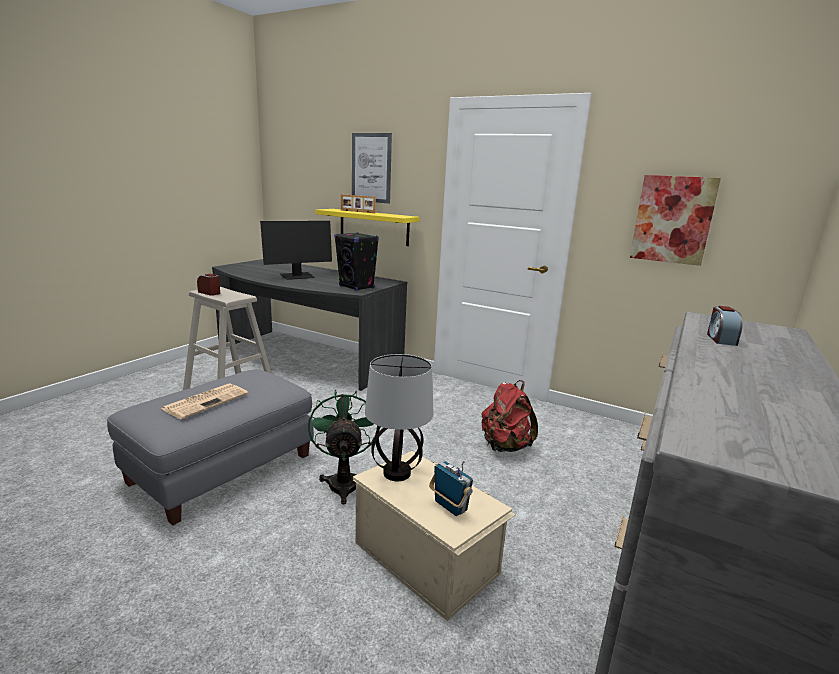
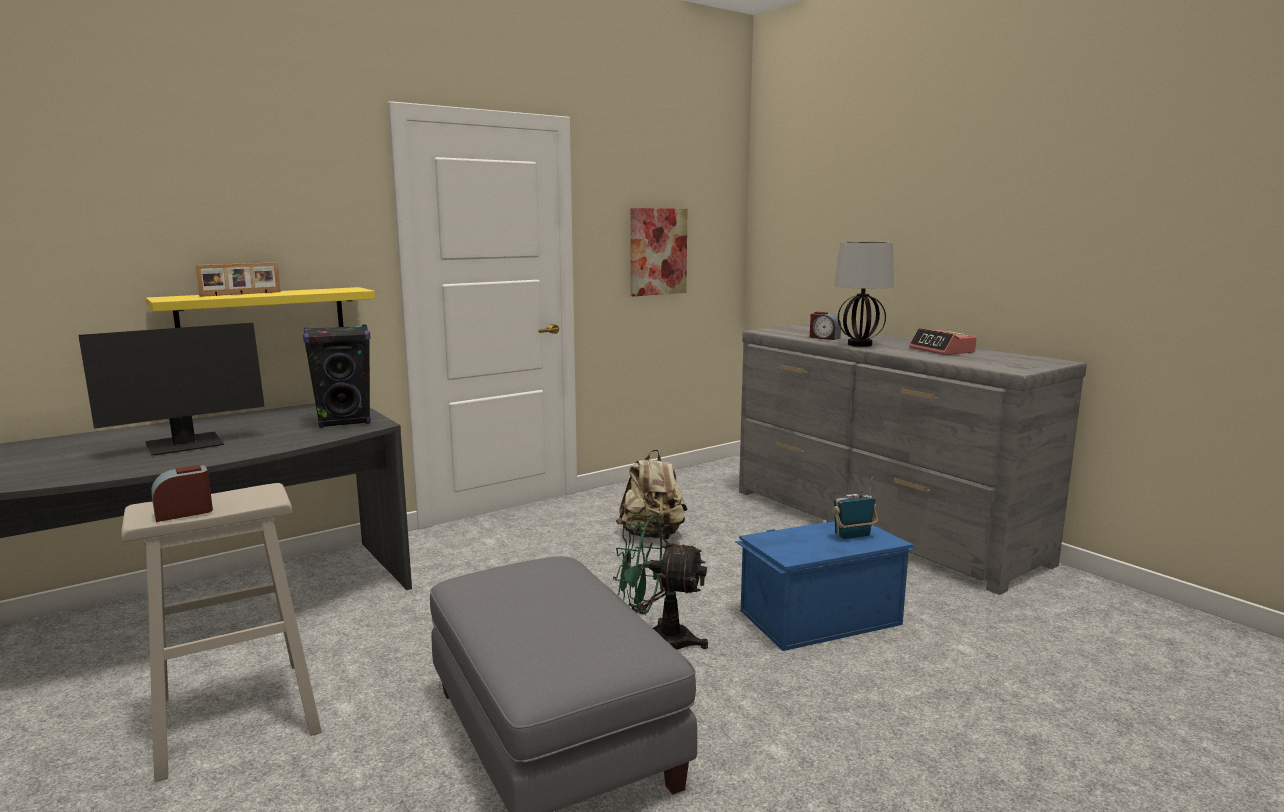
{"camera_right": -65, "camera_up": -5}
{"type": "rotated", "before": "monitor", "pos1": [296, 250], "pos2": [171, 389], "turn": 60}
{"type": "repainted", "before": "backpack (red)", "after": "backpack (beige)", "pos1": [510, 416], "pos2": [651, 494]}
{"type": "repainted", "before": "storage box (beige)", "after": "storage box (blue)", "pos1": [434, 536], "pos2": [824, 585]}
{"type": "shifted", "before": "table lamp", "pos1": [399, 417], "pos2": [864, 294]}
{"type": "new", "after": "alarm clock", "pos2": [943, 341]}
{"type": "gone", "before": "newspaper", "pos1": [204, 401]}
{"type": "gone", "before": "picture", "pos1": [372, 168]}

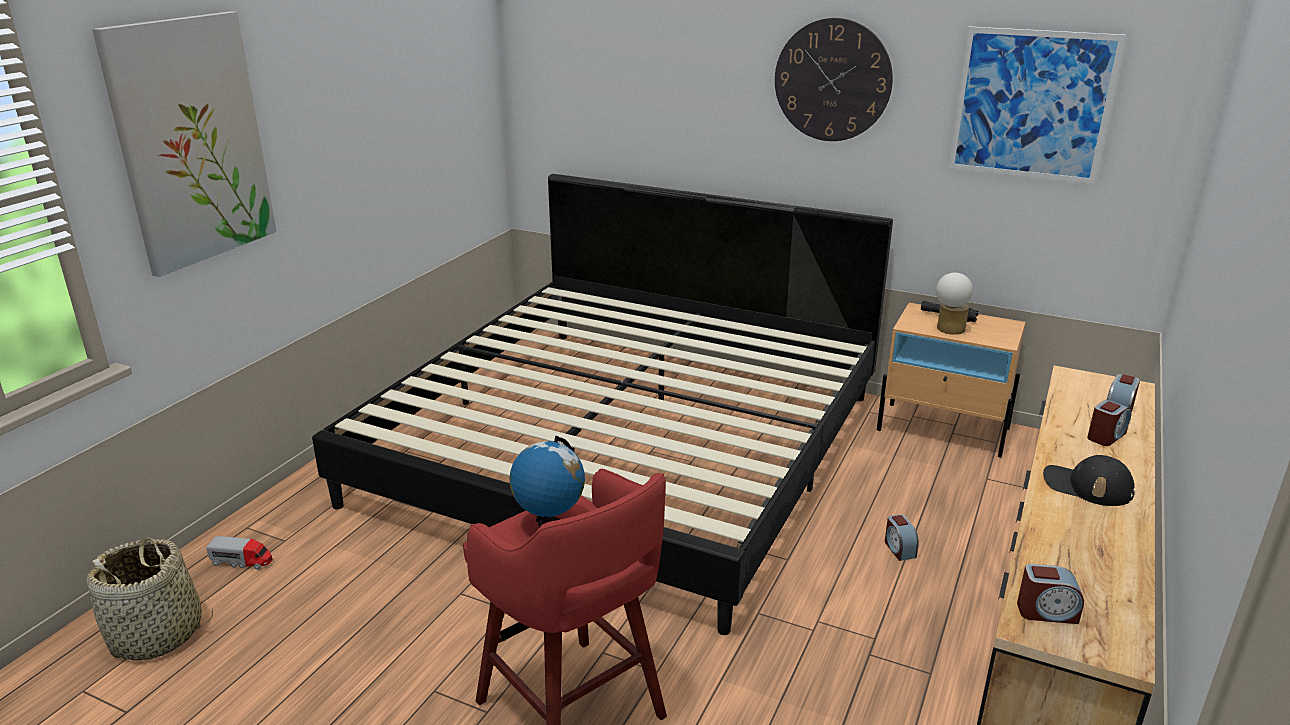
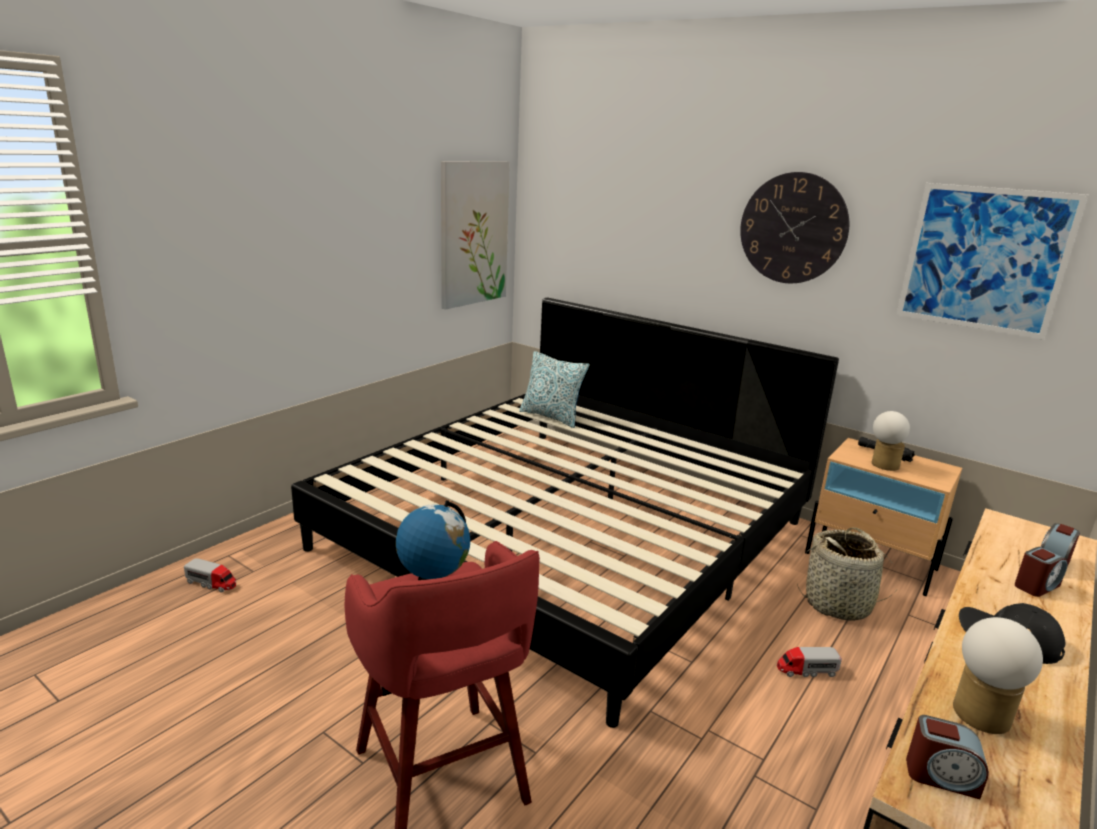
{"camera_right": 10, "camera_up": -5}
{"type": "shifted", "before": "picture", "pos1": [184, 144], "pos2": [475, 235]}
{"type": "new", "after": "pillow", "pos2": [554, 389]}
{"type": "swapped", "before": "alarm clock", "after": "toy truck", "pos1": [902, 537], "pos2": [809, 662]}
{"type": "shifted", "before": "basket", "pos1": [150, 599], "pos2": [846, 574]}
{"type": "new", "after": "table lamp", "pos2": [998, 675]}

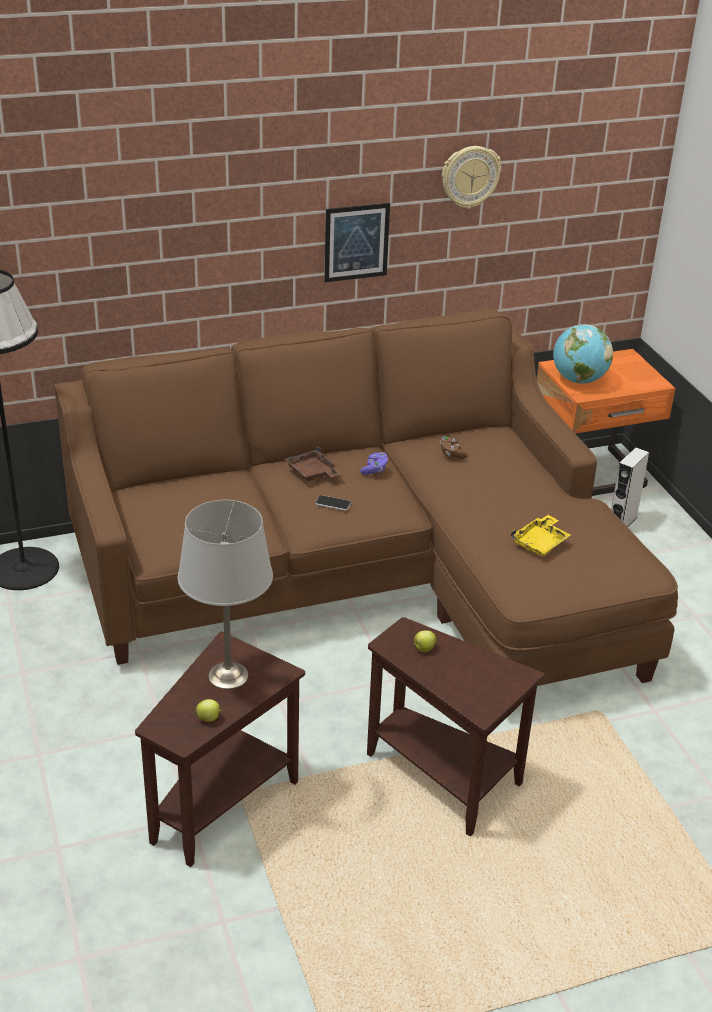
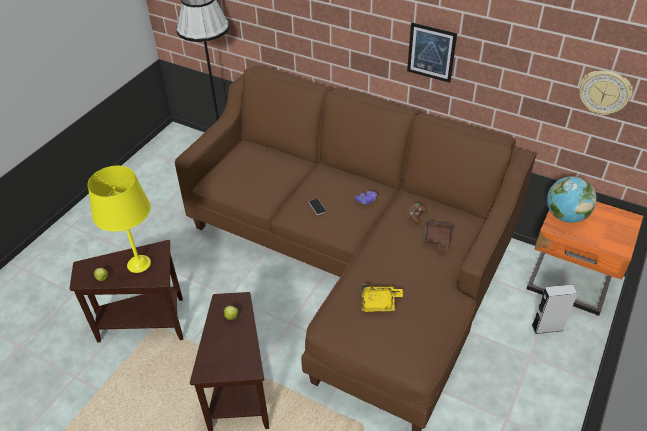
{"camera_right": 50, "camera_up": 10}
{"type": "repainted", "before": "table lamp (grey)", "after": "table lamp (yellow)", "pos1": [225, 594], "pos2": [119, 219]}
{"type": "shifted", "before": "tray (brown)", "pos1": [313, 463], "pos2": [438, 235]}
{"type": "shifted", "before": "wall clock", "pos1": [471, 177], "pos2": [606, 92]}

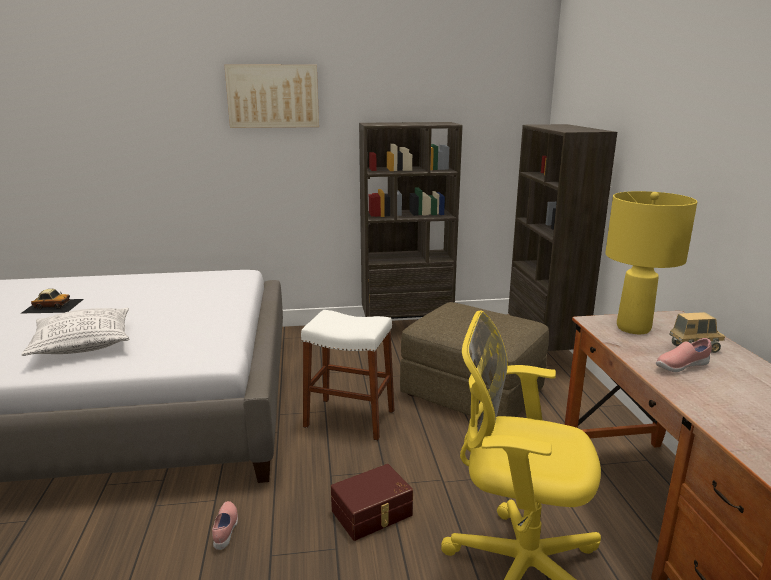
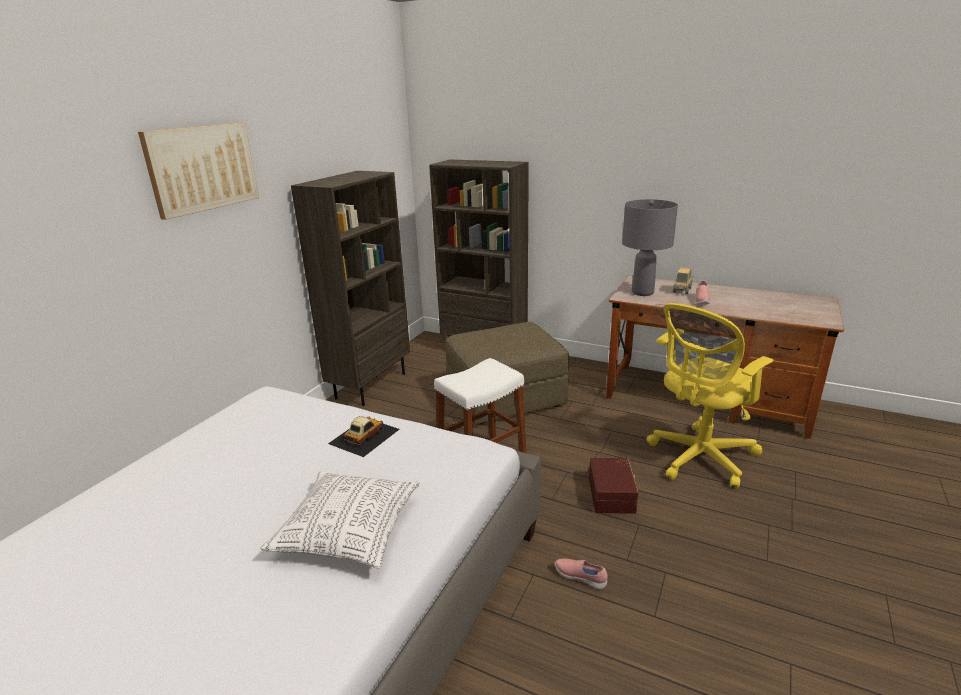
{"camera_right": -55, "camera_up": 5}
{"type": "shifted", "before": "toy car", "pos1": [52, 301], "pos2": [364, 436]}
{"type": "repainted", "before": "table lamp (yellow)", "after": "table lamp (grey)", "pos1": [651, 262], "pos2": [650, 247]}

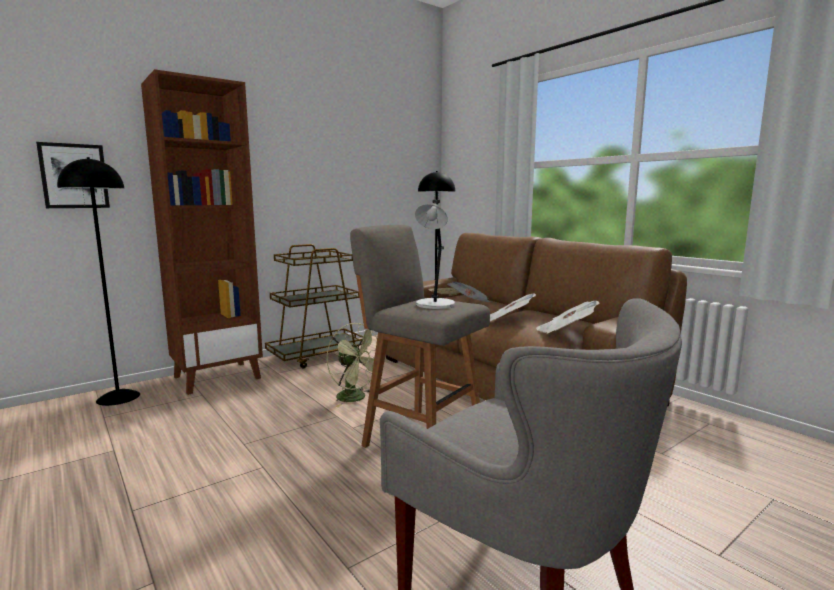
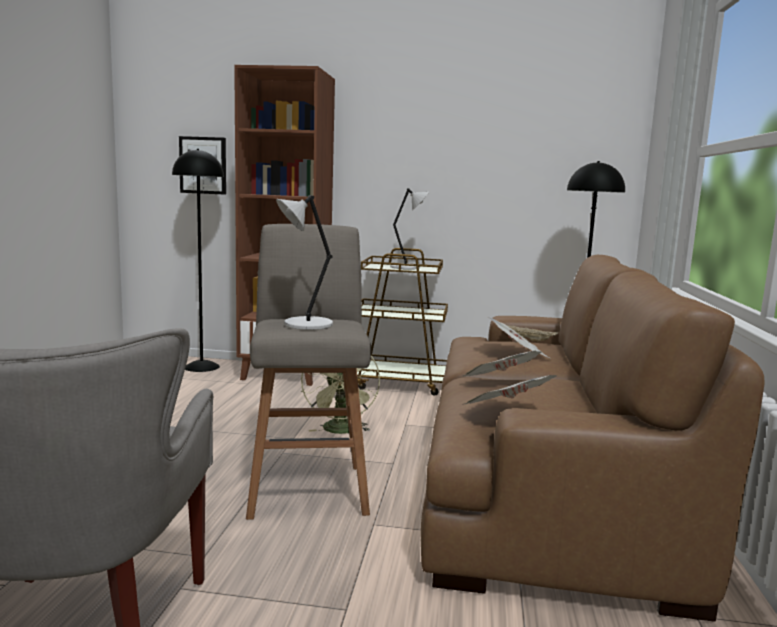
{"camera_right": 45, "camera_up": 0}
{"type": "new", "after": "table lamp (grey)", "pos2": [409, 229]}

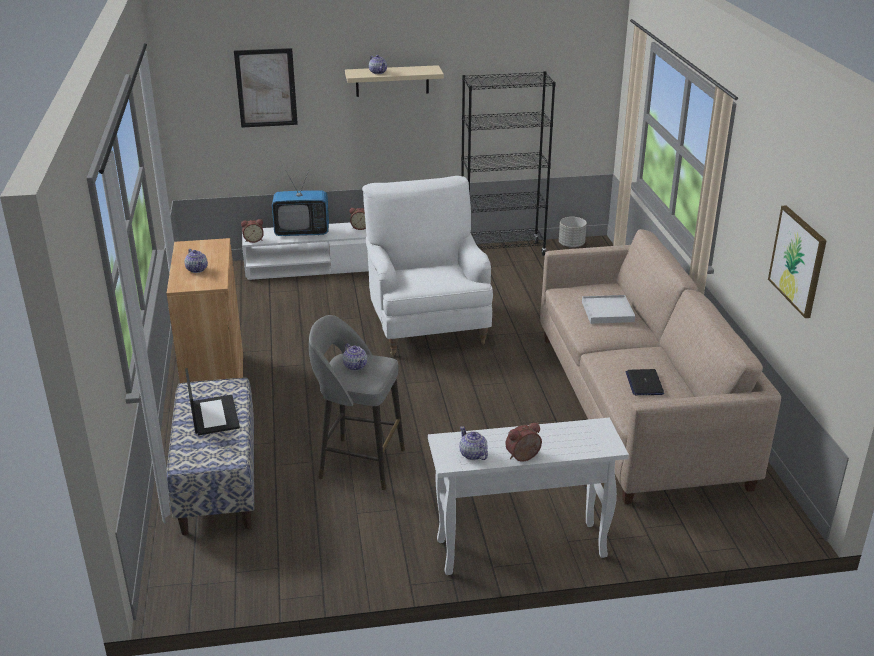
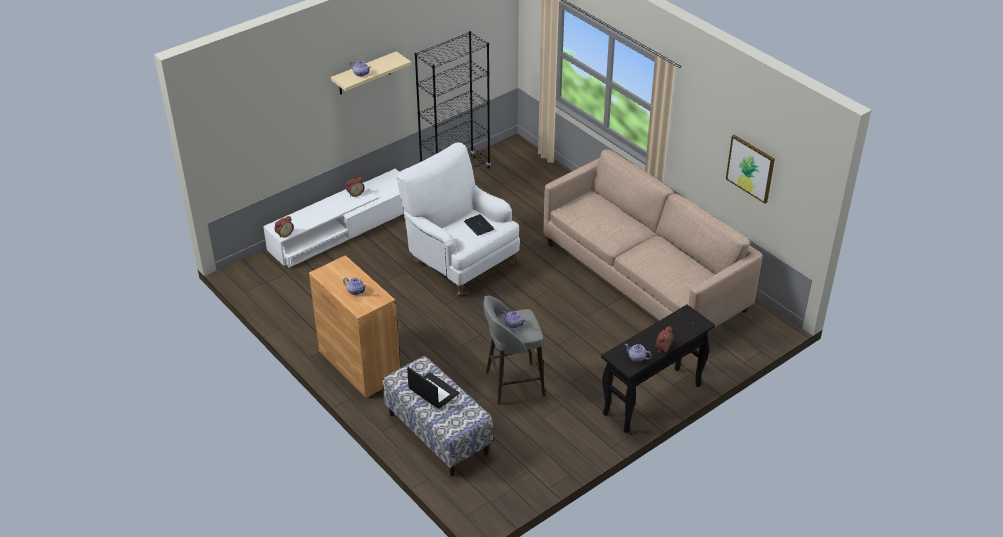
{"camera_right": -30, "camera_up": 10}
{"type": "shifted", "before": "laptop", "pos1": [645, 382], "pos2": [479, 225]}
{"type": "repainted", "before": "console table (white)", "after": "console table (black)", "pos1": [528, 496], "pos2": [658, 369]}
{"type": "gone", "before": "picture", "pos1": [266, 88]}
{"type": "gone", "before": "television", "pos1": [300, 203]}
{"type": "gone", "before": "planter (grey)", "pos1": [573, 232]}
{"type": "gone", "before": "tray (white)", "pos1": [608, 309]}

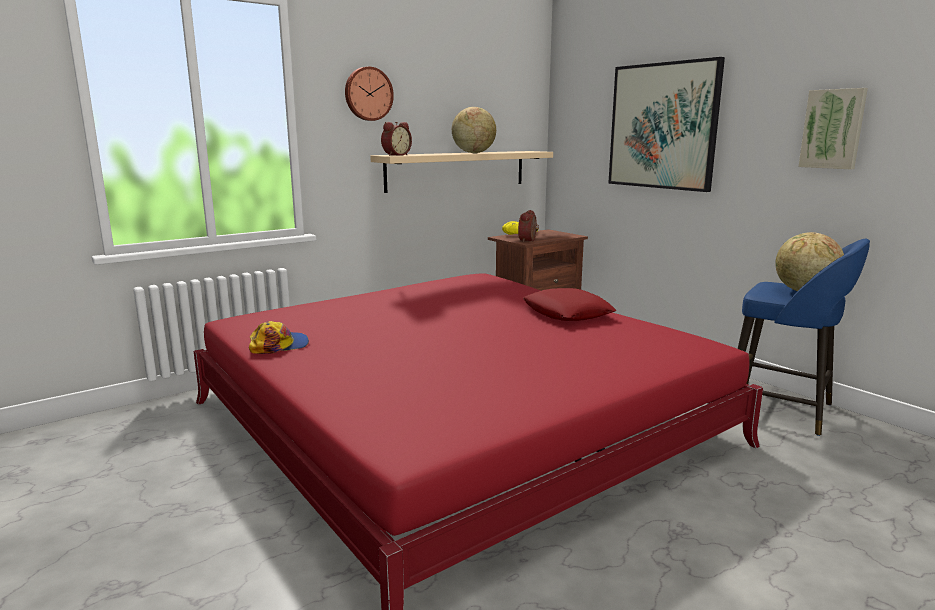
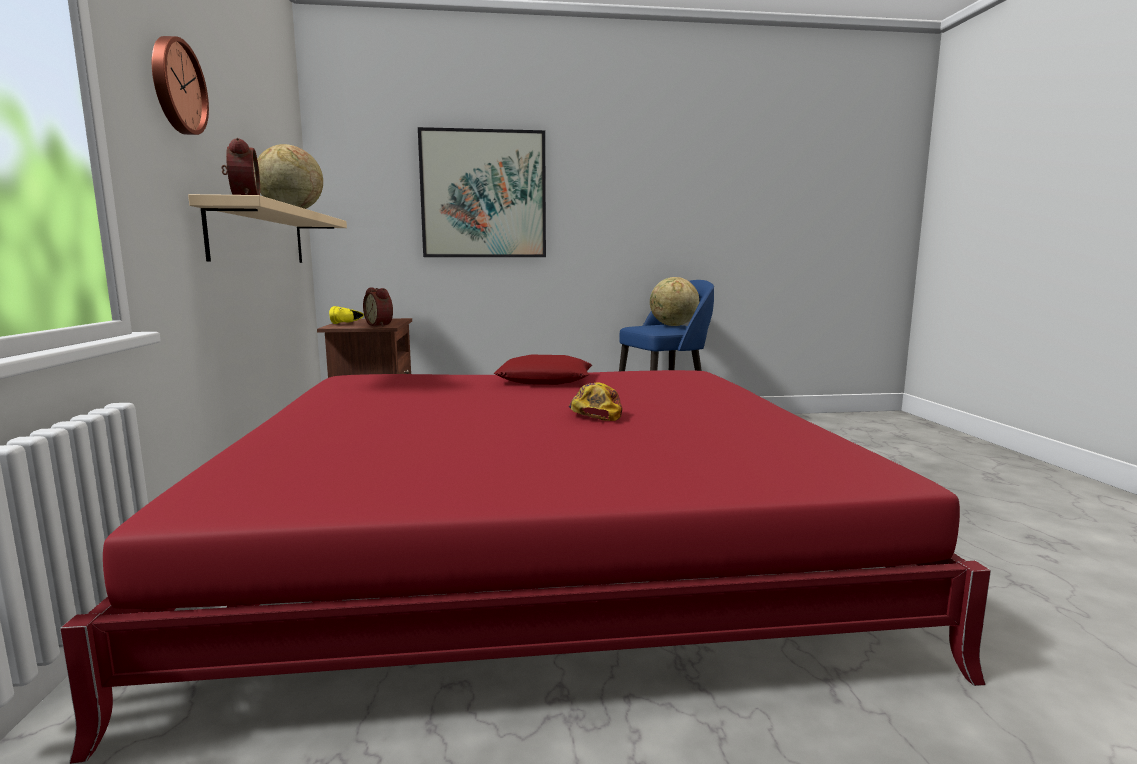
{"camera_right": -60, "camera_up": -5}
{"type": "shifted", "before": "cap", "pos1": [279, 337], "pos2": [595, 401]}
{"type": "gone", "before": "picture", "pos1": [833, 128]}

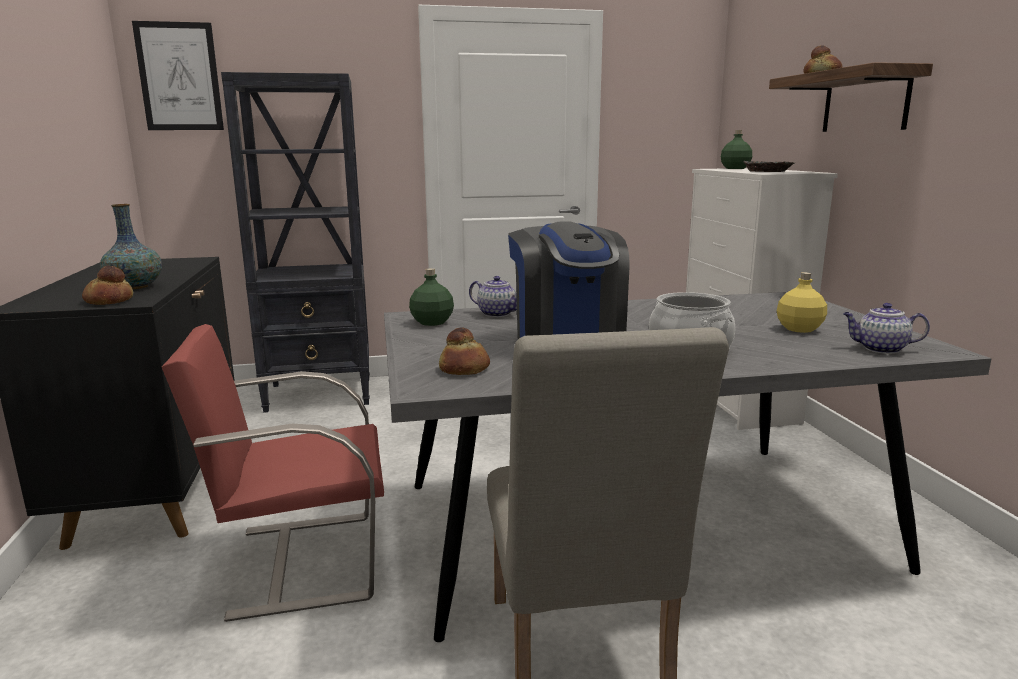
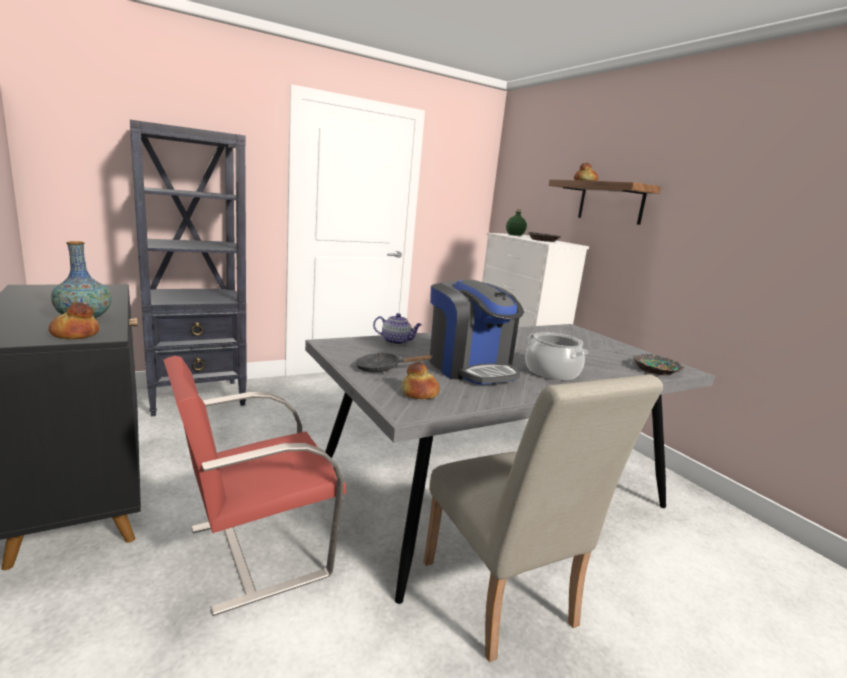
{"camera_right": -20, "camera_up": 0}
{"type": "new", "after": "frying pan (black)", "pos2": [394, 362]}
{"type": "swapped", "before": "teapot", "after": "bowl", "pos1": [886, 328], "pos2": [658, 365]}
{"type": "gone", "before": "picture", "pos1": [178, 75]}
{"type": "gone", "before": "bottle (green)", "pos1": [431, 297]}
{"type": "gone", "before": "bottle (yellow)", "pos1": [802, 302]}

